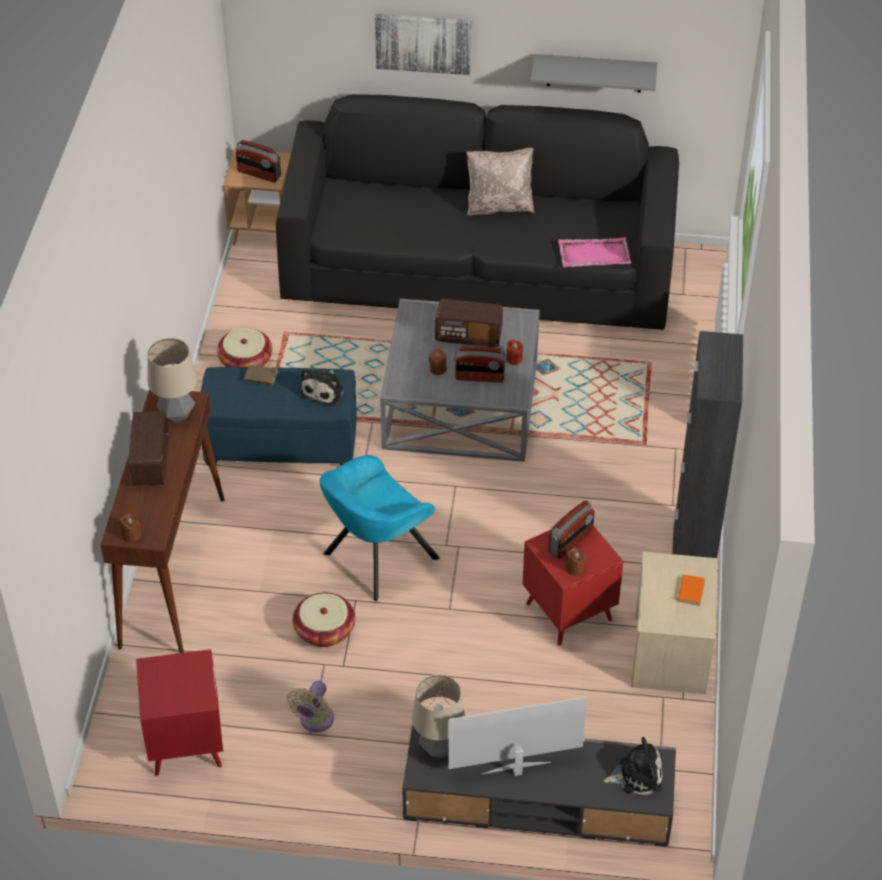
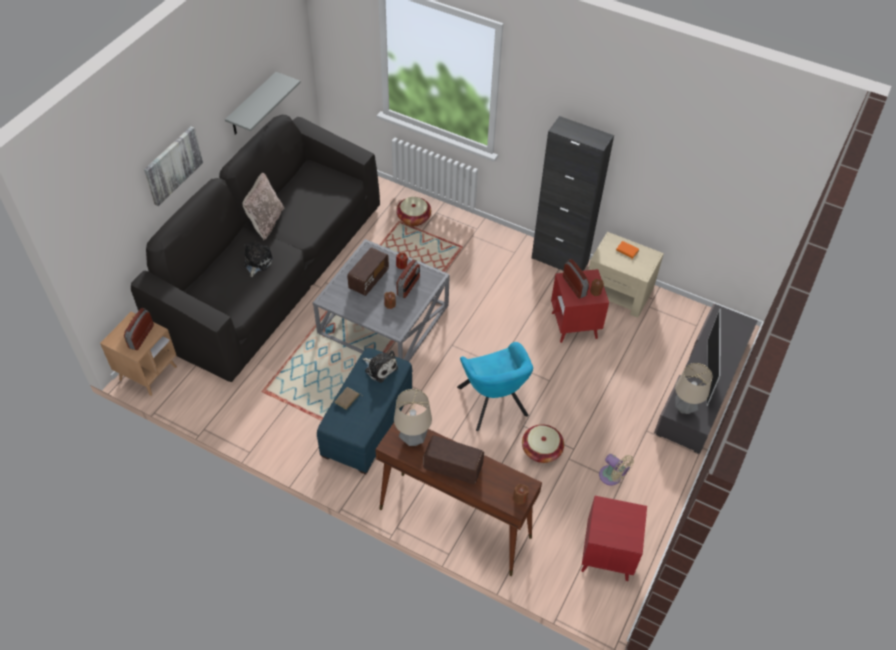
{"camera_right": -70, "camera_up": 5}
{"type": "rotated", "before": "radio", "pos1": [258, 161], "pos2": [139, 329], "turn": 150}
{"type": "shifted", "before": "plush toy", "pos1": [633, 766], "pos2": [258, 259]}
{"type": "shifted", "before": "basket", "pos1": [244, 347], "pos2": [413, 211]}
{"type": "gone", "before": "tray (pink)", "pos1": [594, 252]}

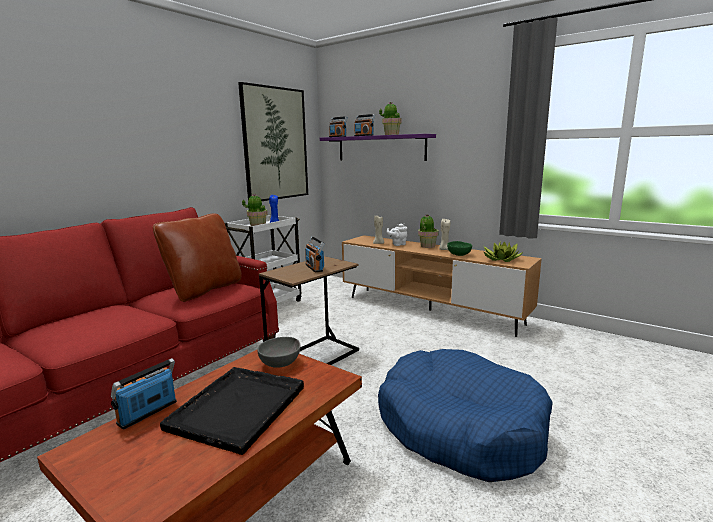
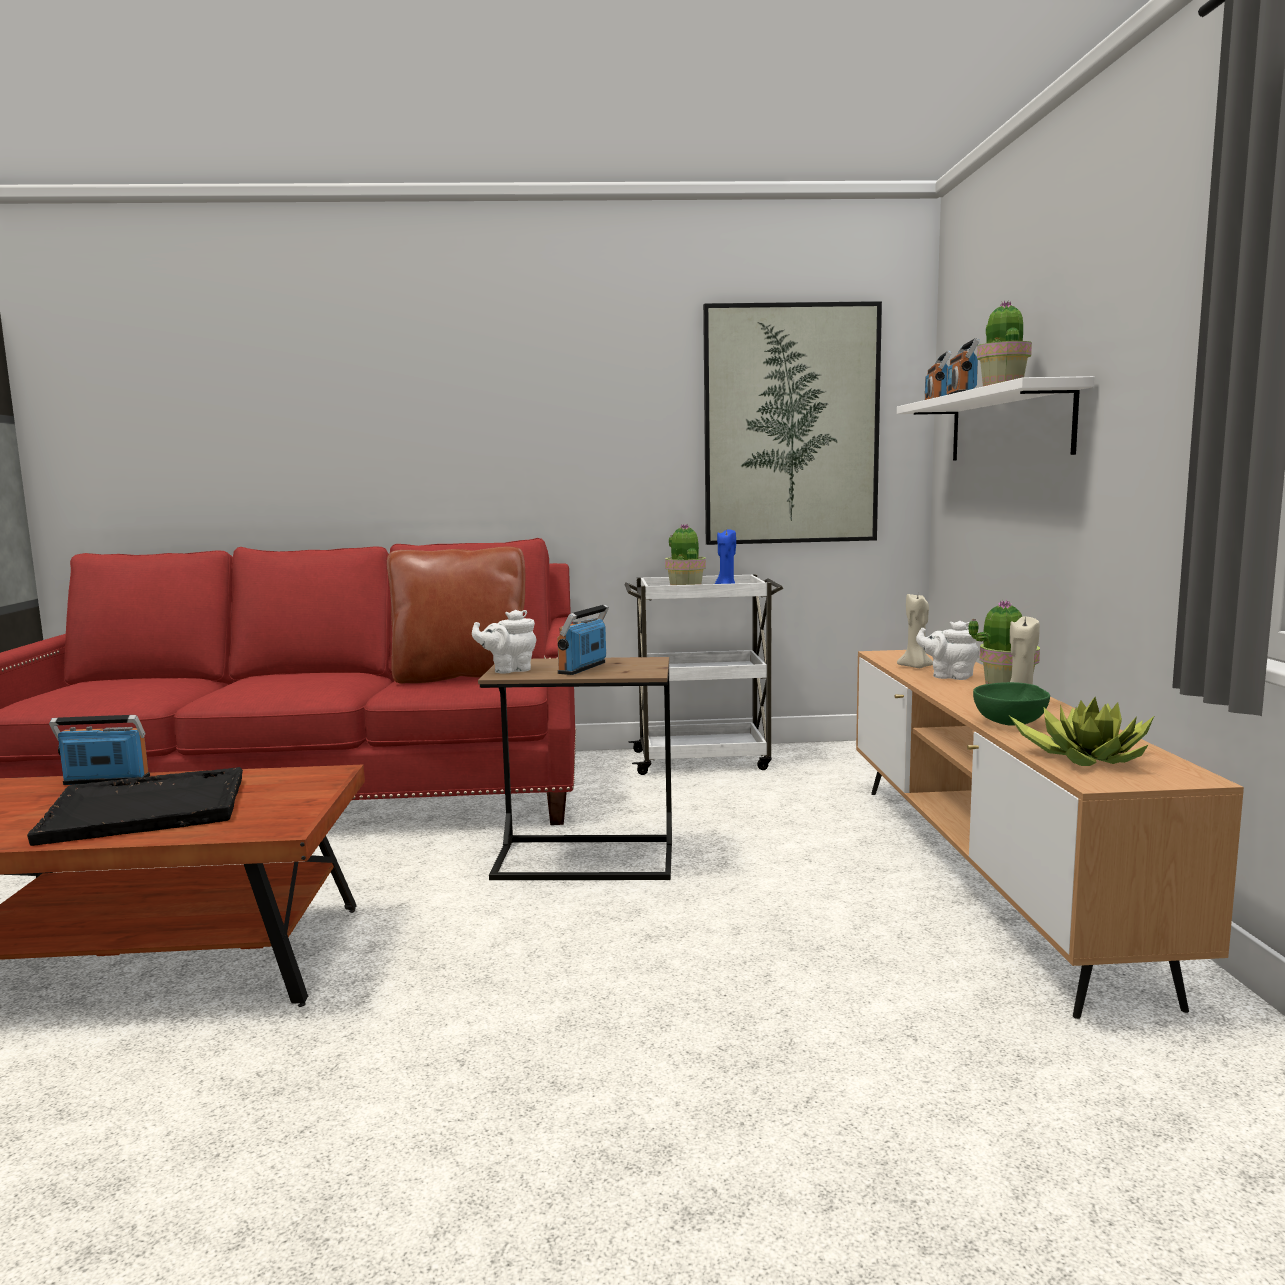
{"camera_right": 50, "camera_up": -5}
{"type": "new", "after": "teapot (white)", "pos2": [504, 641]}
{"type": "repainted", "before": "shelf (purple)", "after": "shelf (white)", "pos1": [378, 147], "pos2": [995, 418]}
{"type": "gone", "before": "bowl (grey)", "pos1": [278, 352]}
{"type": "gone", "before": "dog bed (blue)", "pos1": [465, 415]}

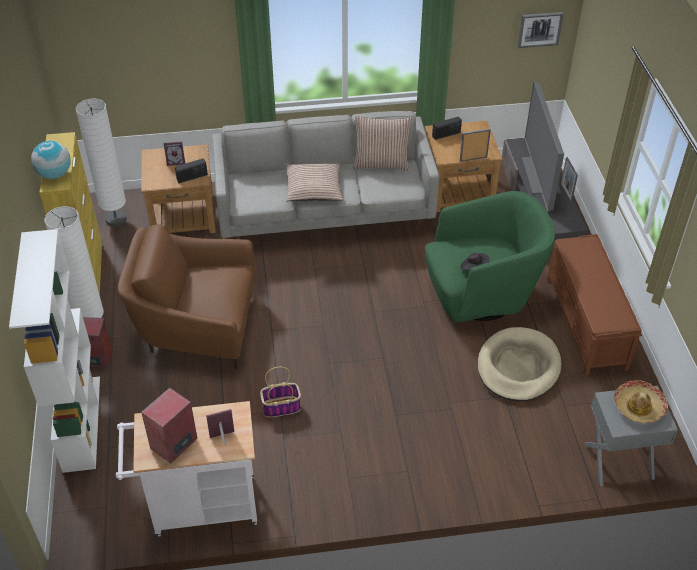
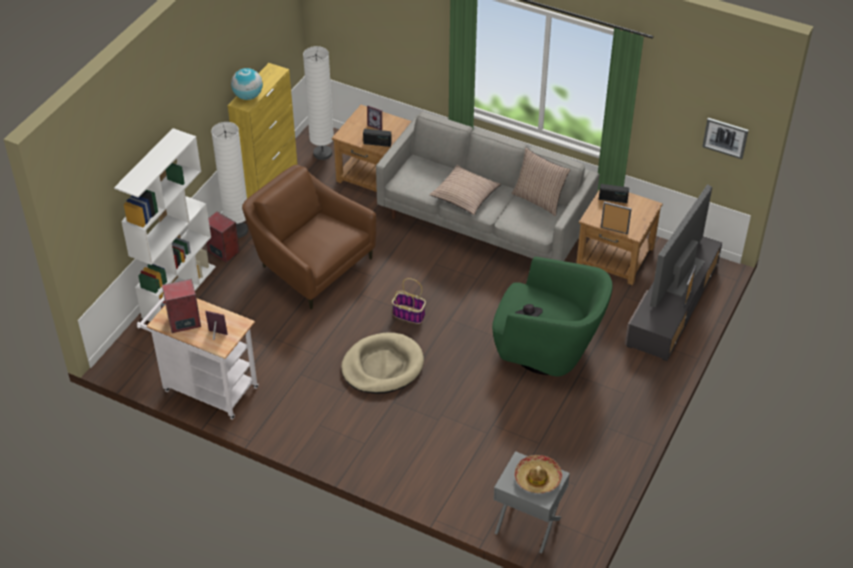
{"camera_right": 35, "camera_up": 0}
{"type": "shifted", "before": "dog bed (beige)", "pos1": [519, 364], "pos2": [382, 363]}
{"type": "shifted", "before": "basket", "pos1": [280, 392], "pos2": [409, 301]}
{"type": "gone", "before": "bench (brown)", "pos1": [594, 304]}

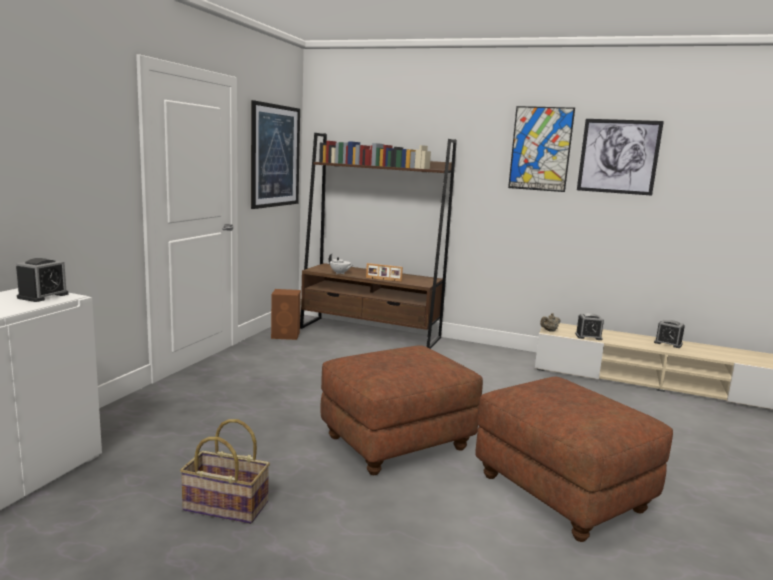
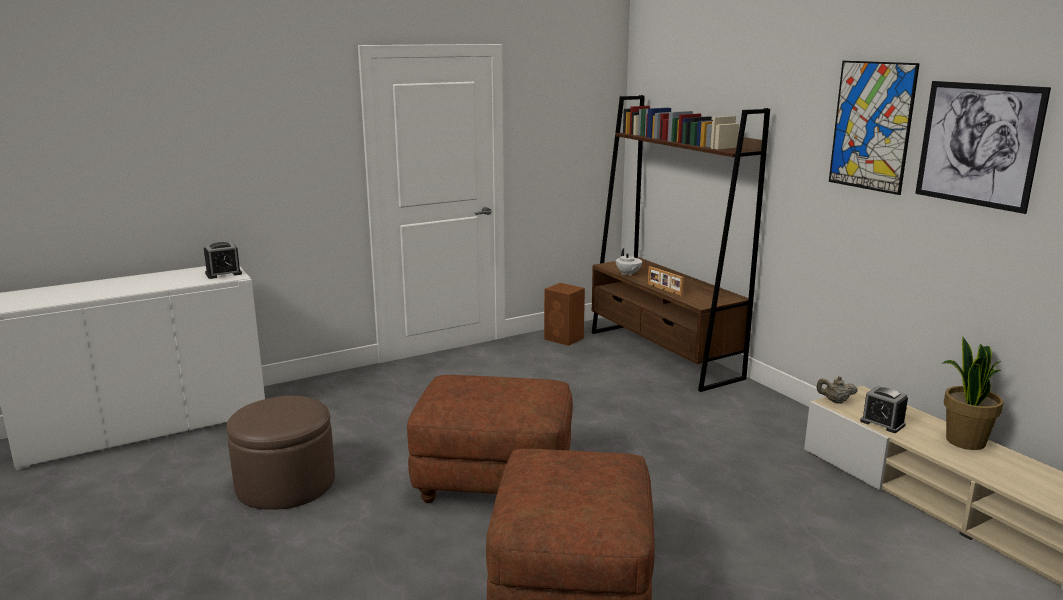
{"camera_right": 40, "camera_up": 5}
{"type": "swapped", "before": "basket", "after": "ottoman (brown)", "pos1": [225, 471], "pos2": [281, 453]}
{"type": "new", "after": "potted plant", "pos2": [973, 393]}
{"type": "gone", "before": "picture", "pos1": [275, 154]}
{"type": "gone", "before": "alarm clock", "pos1": [669, 334]}

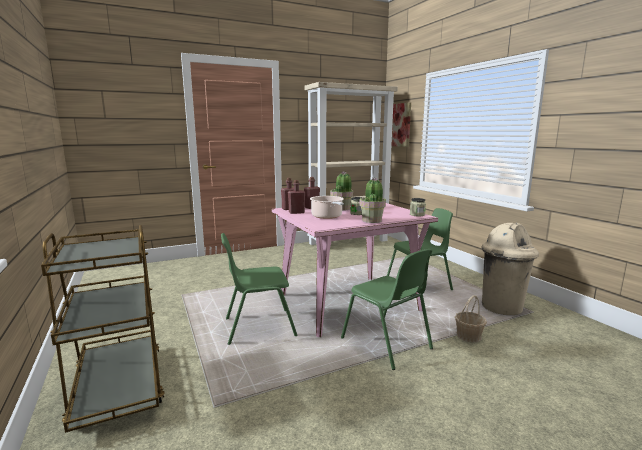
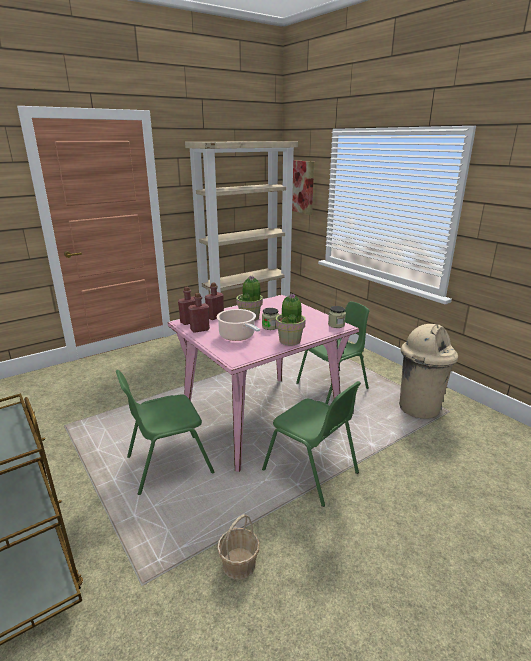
{"camera_right": -10, "camera_up": 10}
{"type": "shifted", "before": "basket", "pos1": [471, 319], "pos2": [238, 547]}

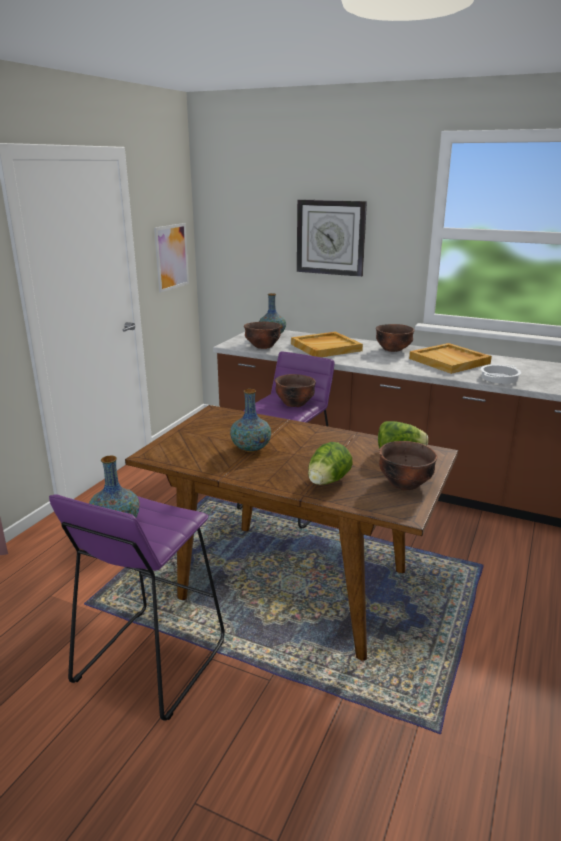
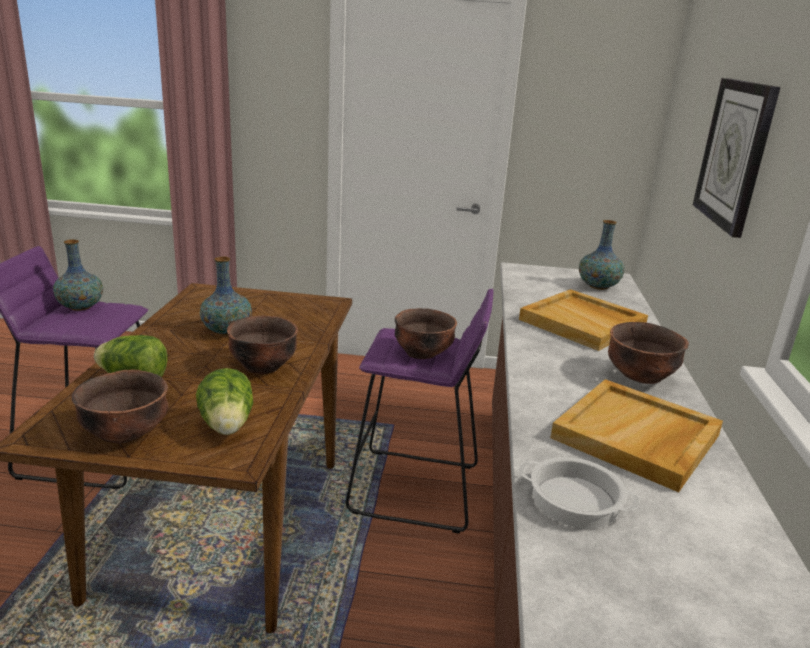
{"camera_right": 70, "camera_up": 0}
{"type": "shifted", "before": "bowl (brown)", "pos1": [262, 335], "pos2": [262, 345]}
{"type": "gone", "before": "picture", "pos1": [171, 258]}

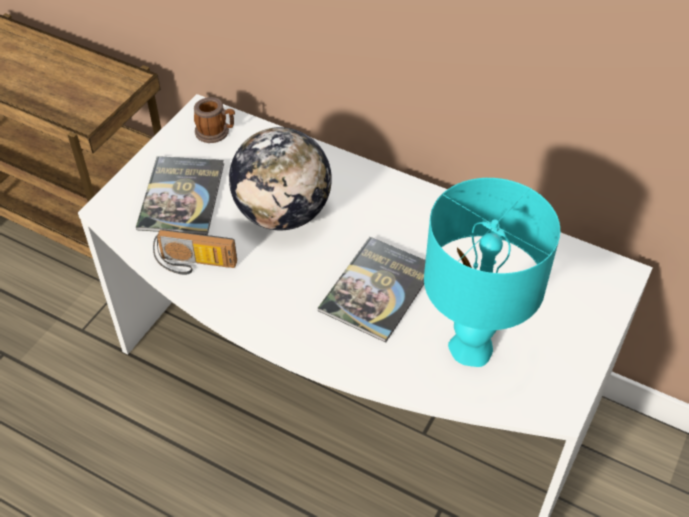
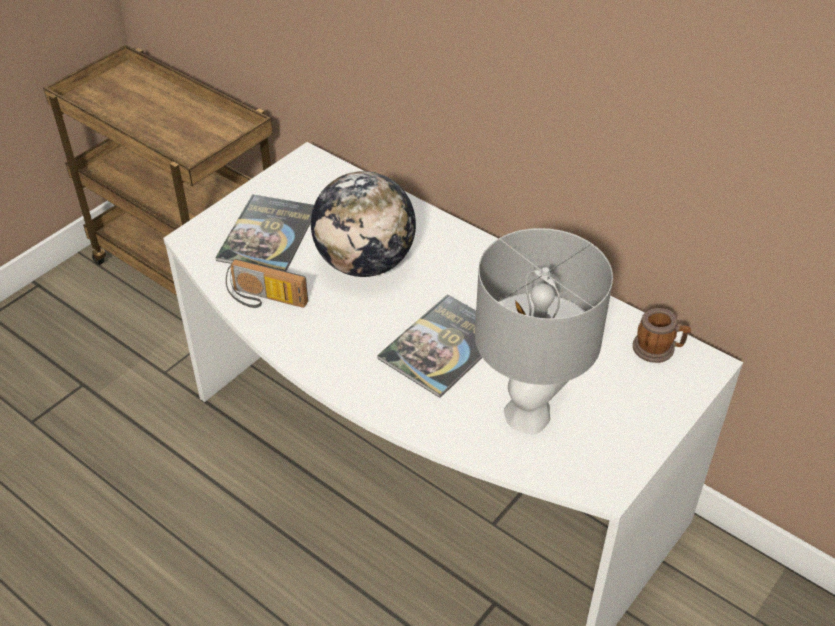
{"camera_right": 10, "camera_up": -5}
{"type": "repainted", "before": "table lamp (turquoise)", "after": "table lamp (grey)", "pos1": [492, 272], "pos2": [544, 331]}
{"type": "shifted", "before": "mug", "pos1": [214, 120], "pos2": [662, 335]}

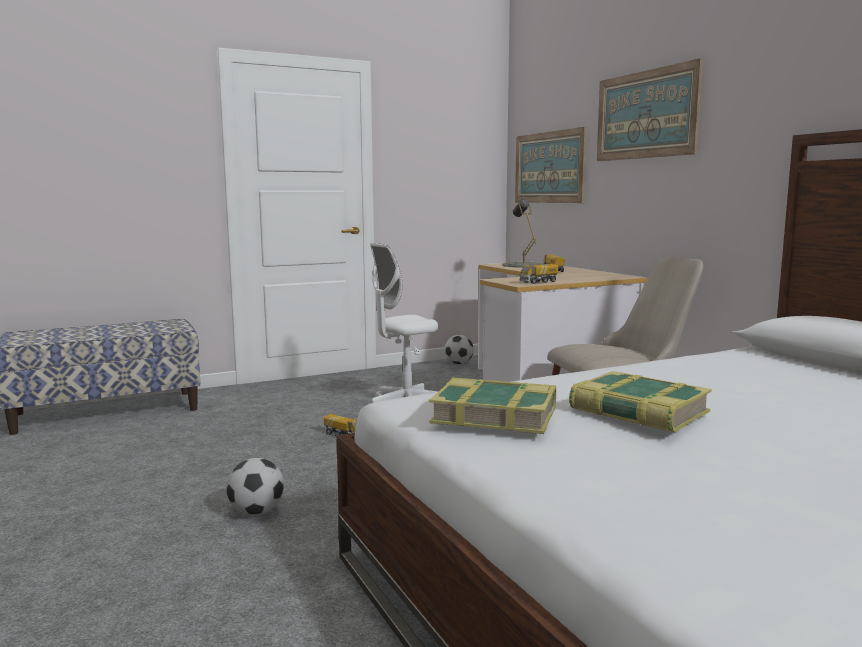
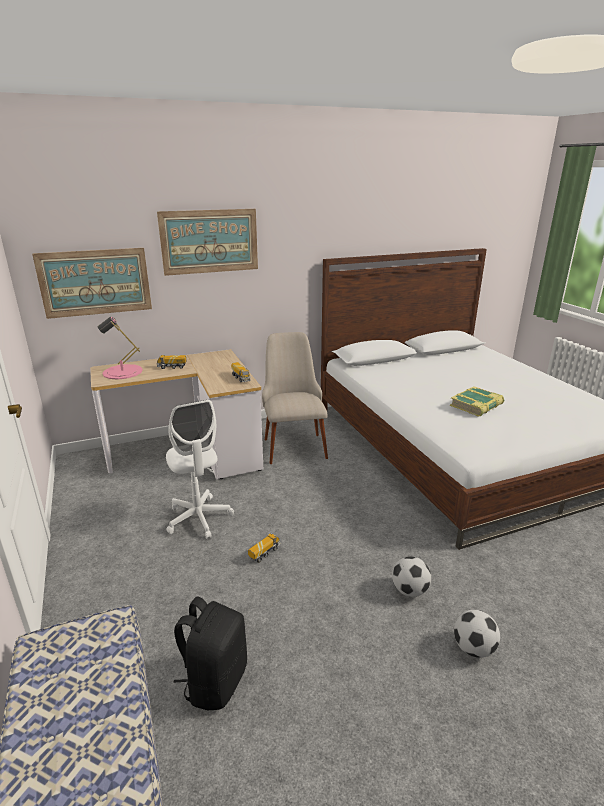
{"camera_right": -85, "camera_up": 15}
{"type": "repainted", "before": "table lamp (grey)", "after": "table lamp (pink)", "pos1": [522, 233], "pos2": [120, 348]}
{"type": "new", "after": "backpack (black)", "pos2": [210, 653]}
{"type": "shifted", "before": "football", "pos1": [459, 349], "pos2": [477, 634]}
{"type": "gone", "before": "book", "pos1": [492, 406]}

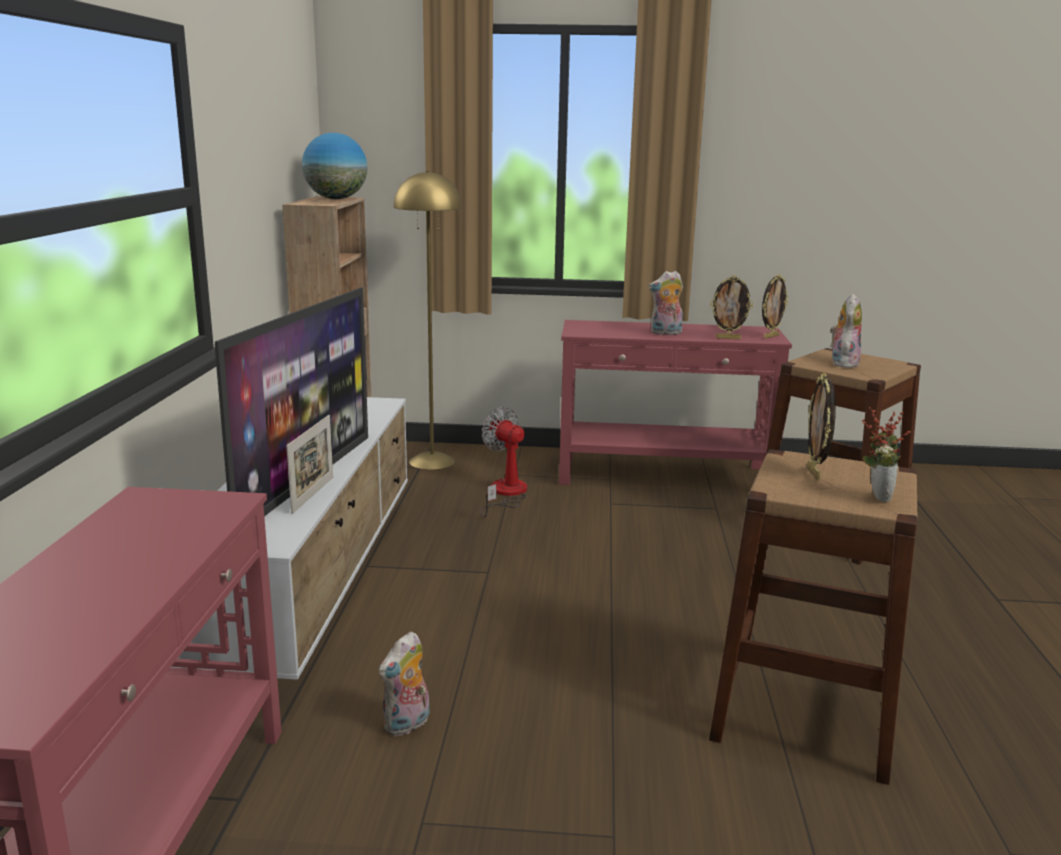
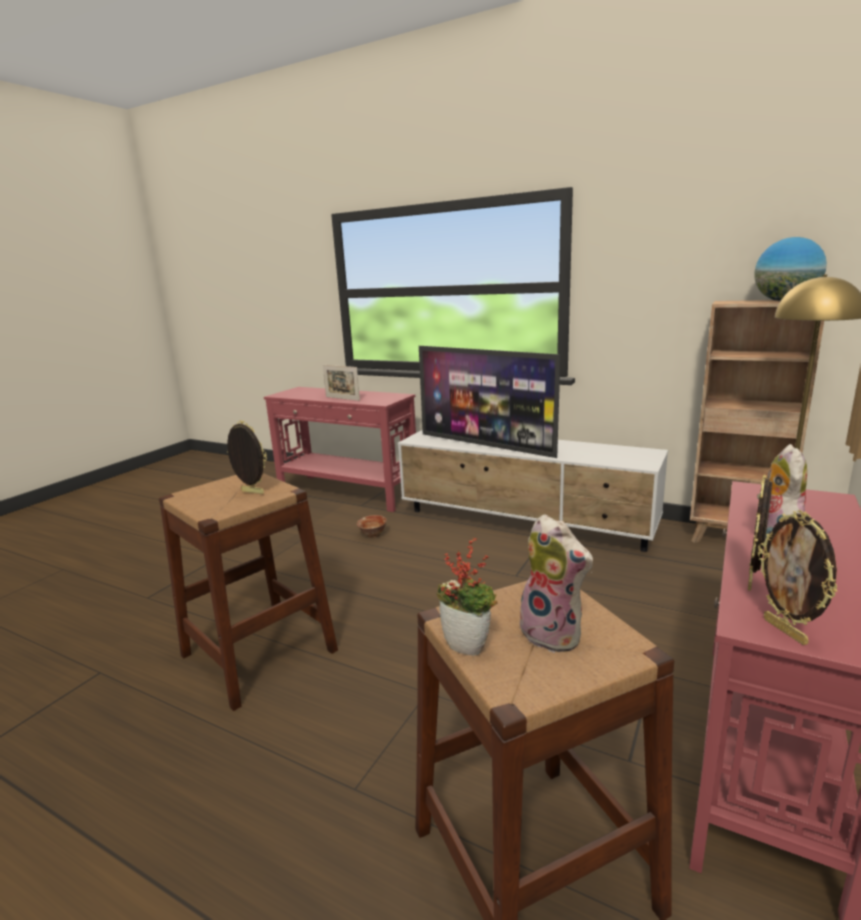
{"camera_right": 115, "camera_up": 0}
{"type": "shifted", "before": "picture frame", "pos1": [309, 464], "pos2": [341, 383]}
{"type": "swapped", "before": "plush toy", "after": "bowl", "pos1": [404, 683], "pos2": [372, 526]}
{"type": "shifted", "before": "potted plant", "pos1": [886, 454], "pos2": [467, 596]}
{"type": "gone", "before": "fan", "pos1": [504, 462]}

